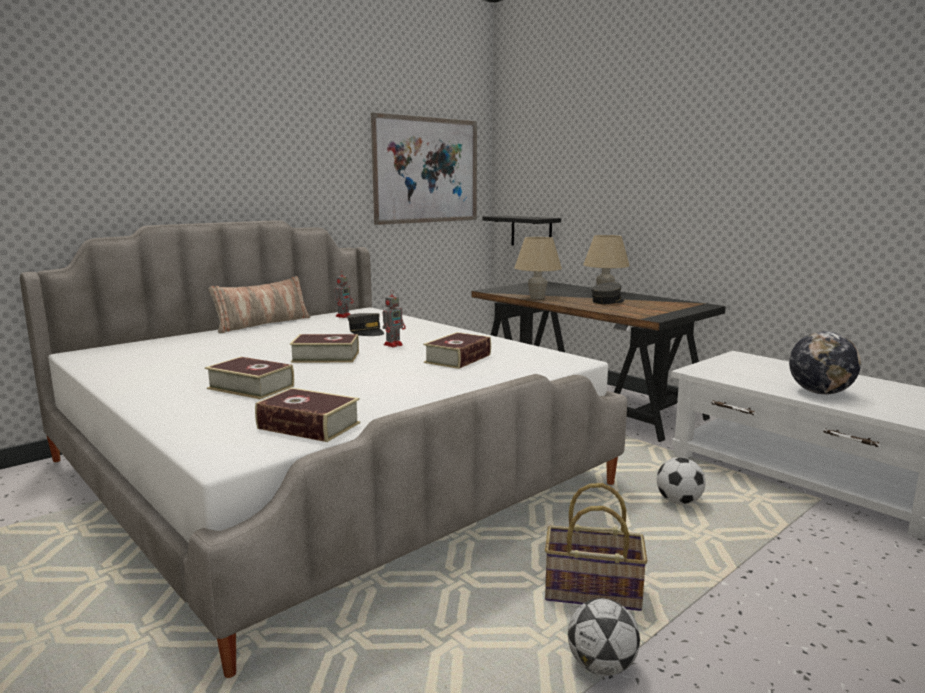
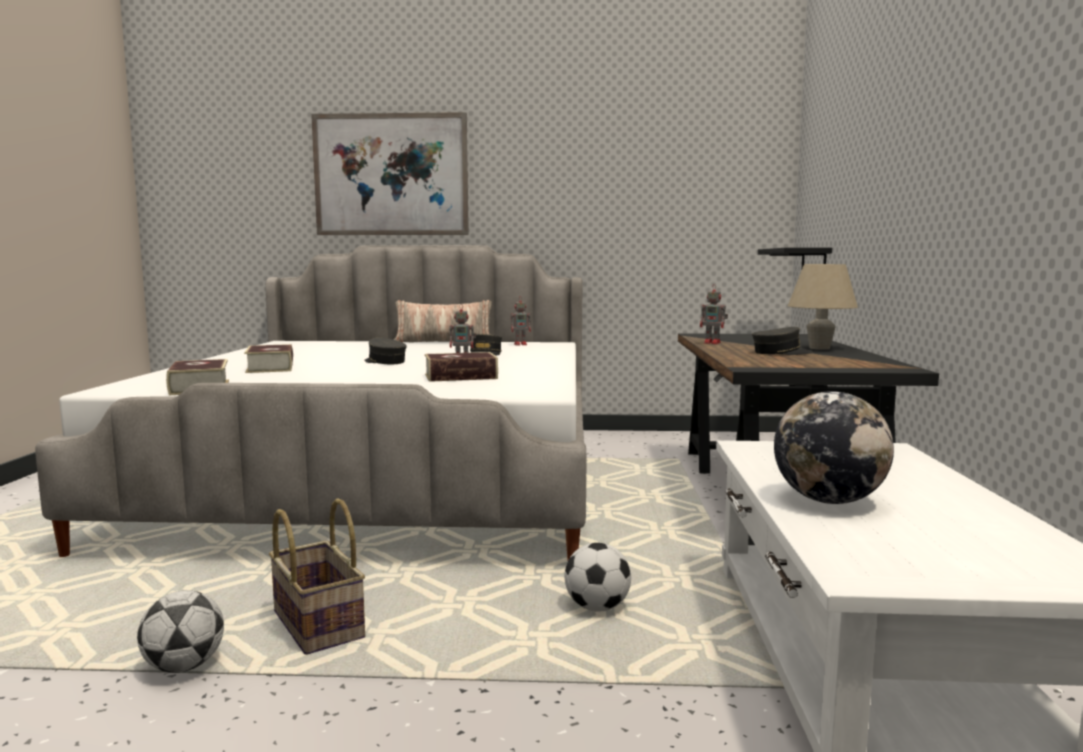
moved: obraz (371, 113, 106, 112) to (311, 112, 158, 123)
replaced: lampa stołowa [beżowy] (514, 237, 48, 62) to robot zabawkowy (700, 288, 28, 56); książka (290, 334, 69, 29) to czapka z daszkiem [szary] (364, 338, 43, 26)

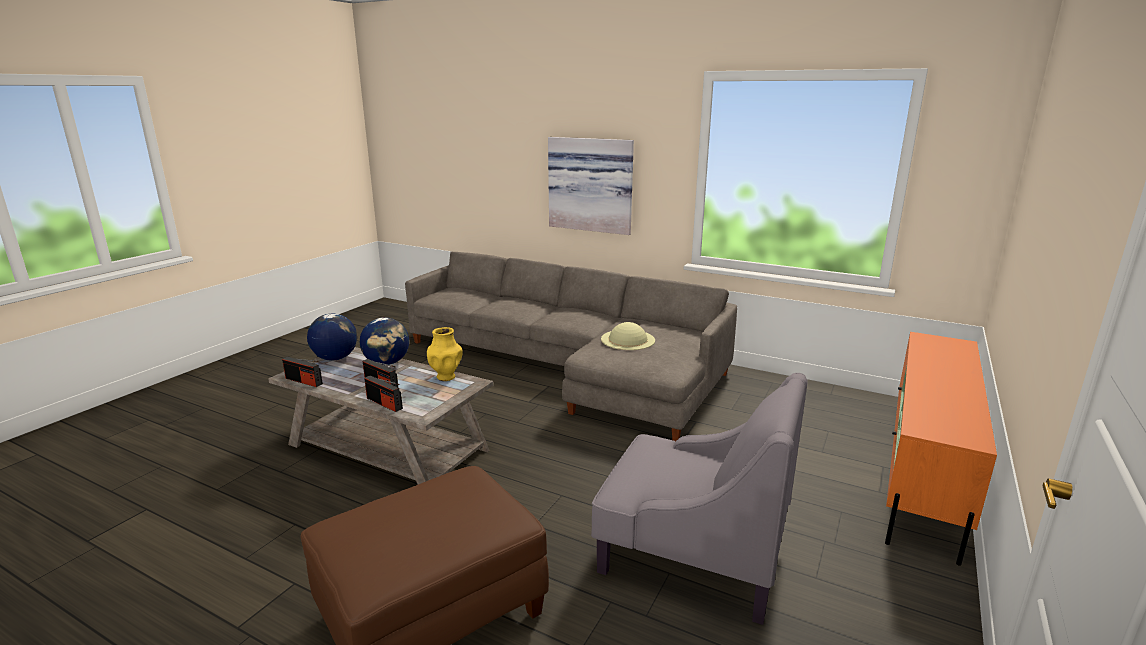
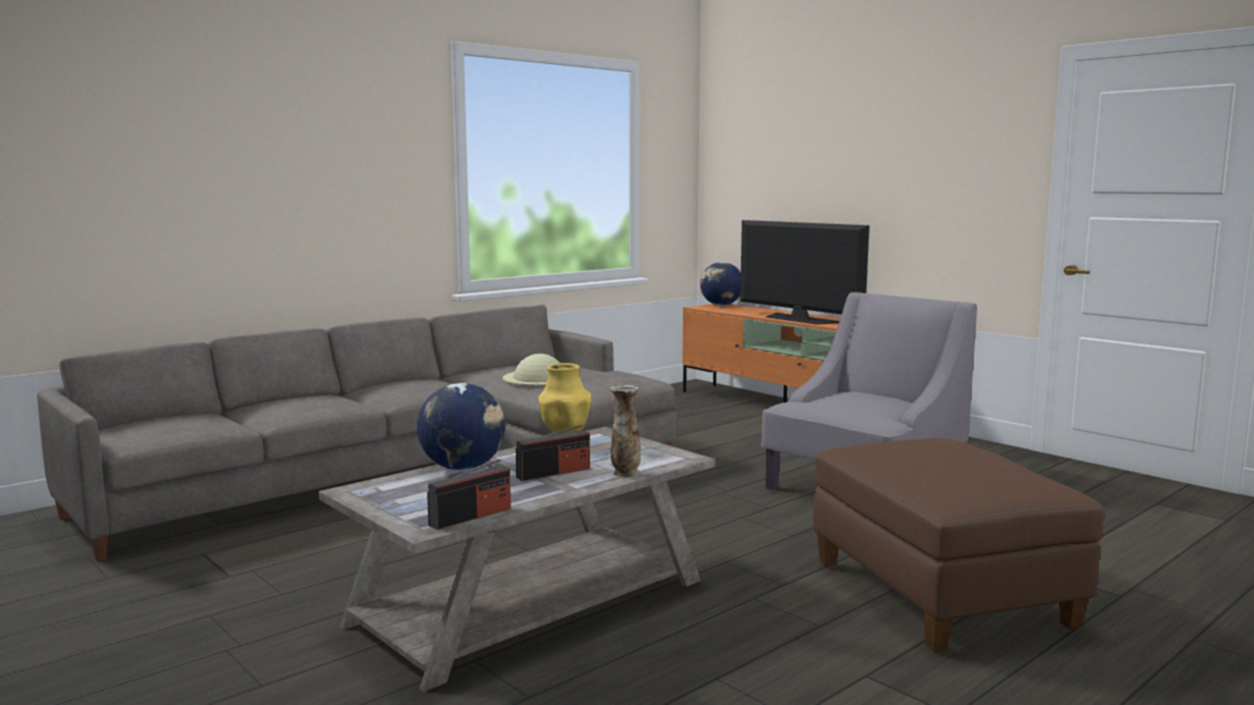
removed: obraz (548, 137, 86, 98)
added: telewizor (740, 220, 129, 105)
moved: globus (307, 314, 50, 47) to (700, 262, 41, 44)
replaced: radio (364, 375, 39, 37) to wazon (610, 385, 31, 92)

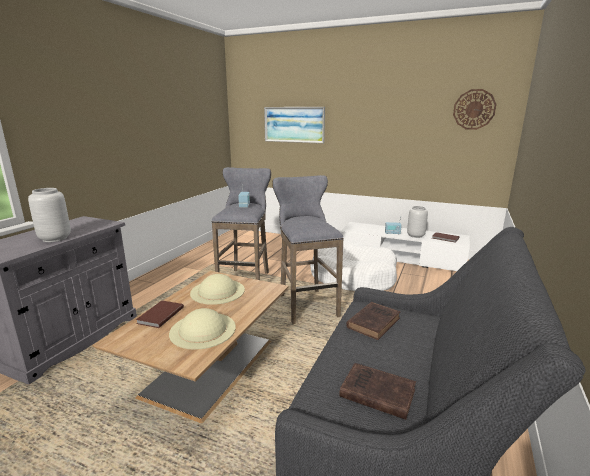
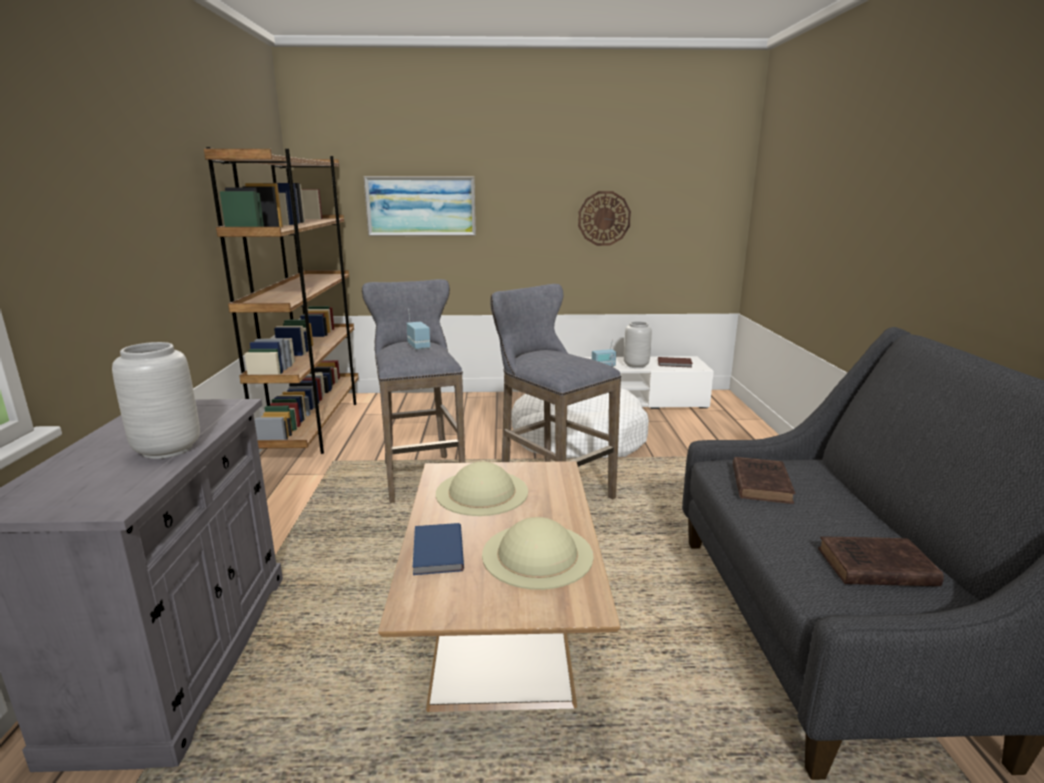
added: regał [brązowy] (204, 147, 155, 307)
moved: zegar ścienny (453, 89, 44, 41) to (578, 191, 53, 55)
recoloured: książka [brązowy] (136, 301, 48, 27) to książka [niebieski] (413, 523, 51, 52)

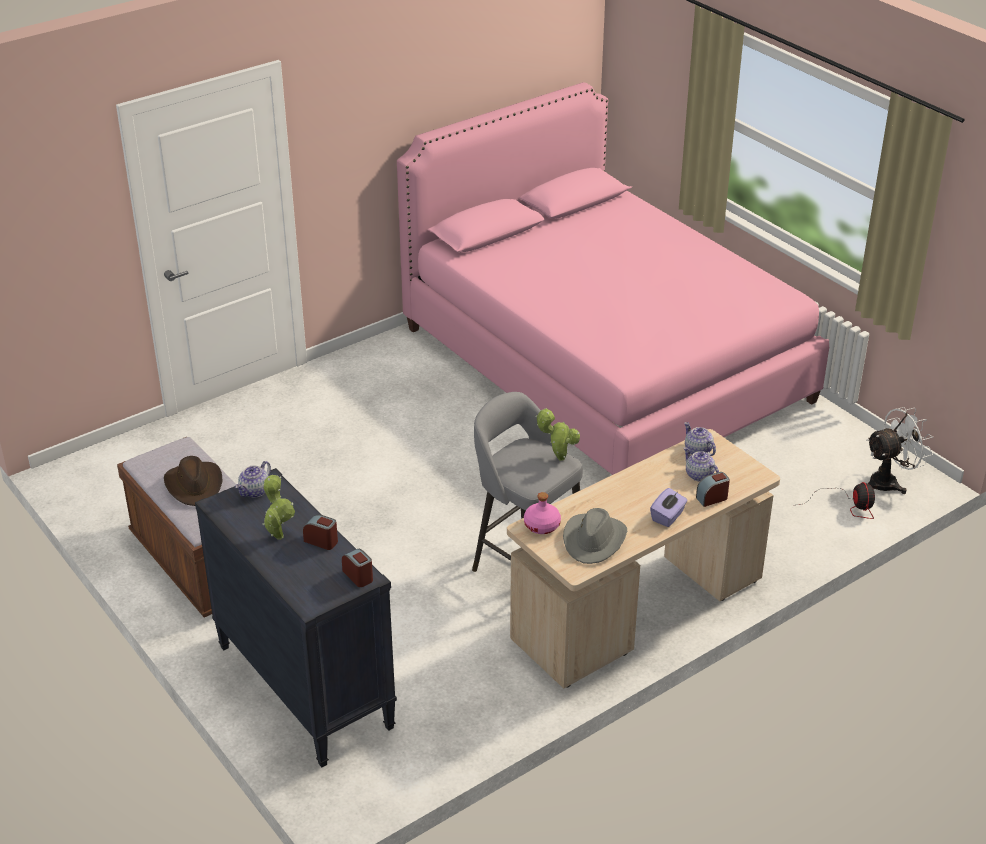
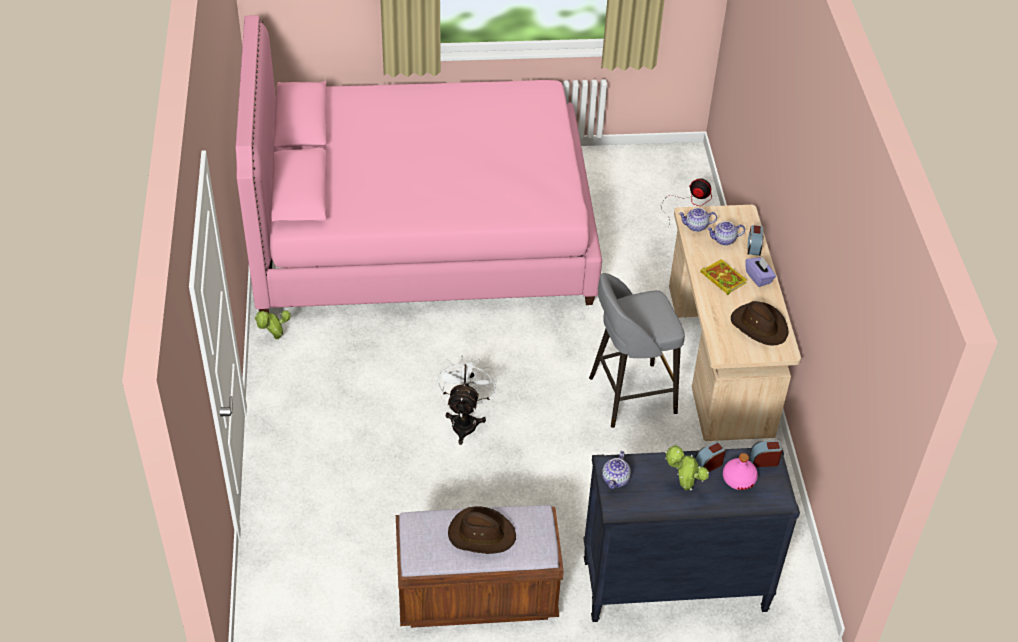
added: książka (700, 259, 47, 36)
moved: wentylator [biały] (866, 407, 67, 87) to (437, 356, 60, 89); roślina doniczkowa (536, 408, 44, 53) to (255, 311, 36, 28); butelka [różowy] (524, 492, 37, 42) to (723, 453, 35, 37)
recoloured: kapelusz [szary] (563, 508, 64, 56) to kapelusz [brązowy] (731, 301, 57, 45)
turned: imbryk (235, 461, 36, 37) = (602, 451, 29, 38) 45 degrees clockwise

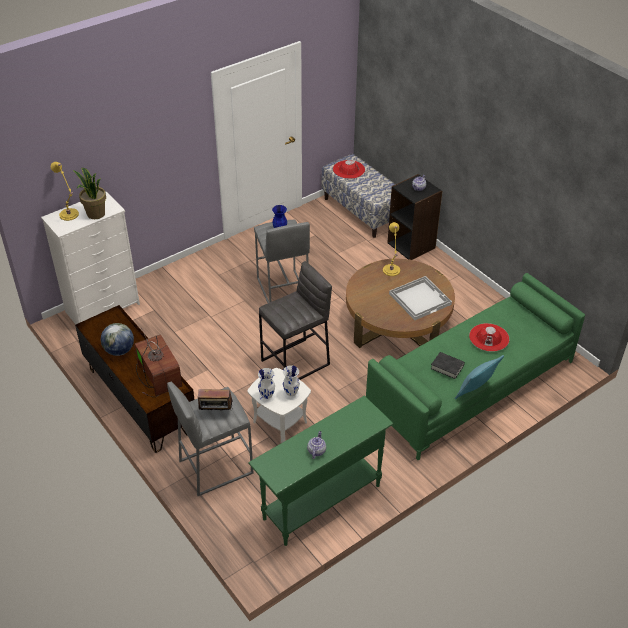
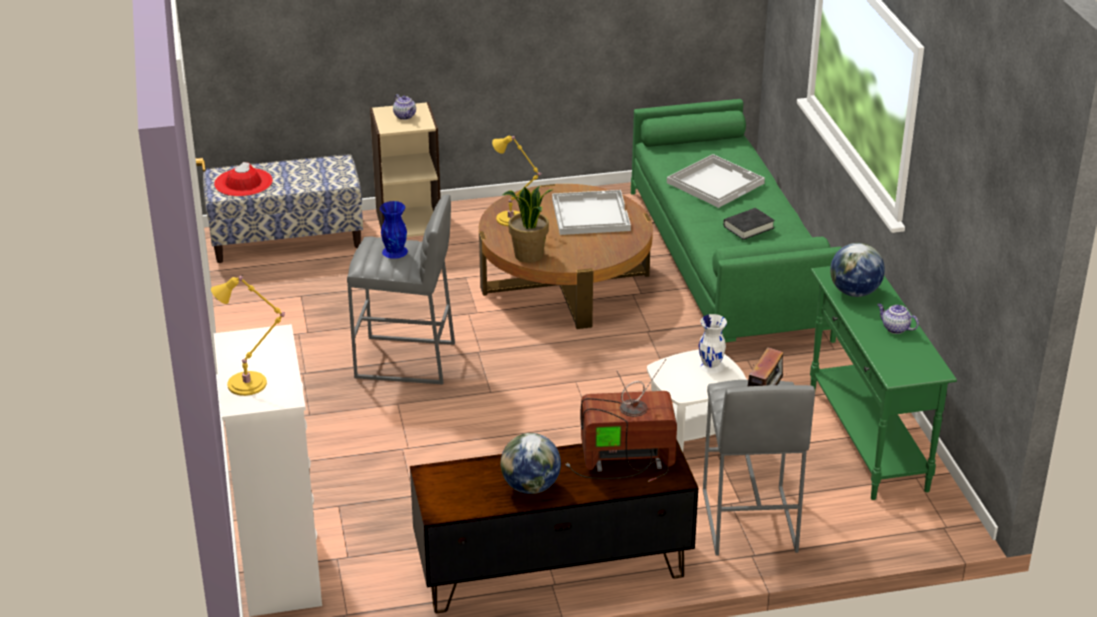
removed: stołek [szary] (259, 261, 73, 119); poduszka [turkusowy] (455, 355, 49, 44); wazon [biały] (258, 368, 17, 35)
added: globus (830, 243, 55, 54)
moved: roślina doniczkowa (73, 168, 33, 51) to (503, 186, 51, 77)
replaced: kapelusz [czerwony] (469, 323, 40, 29) to taca [biały] (667, 154, 98, 54)
recoloured: regał [czarny] (388, 174, 54, 86) to regał [beżowy] (370, 102, 71, 135)

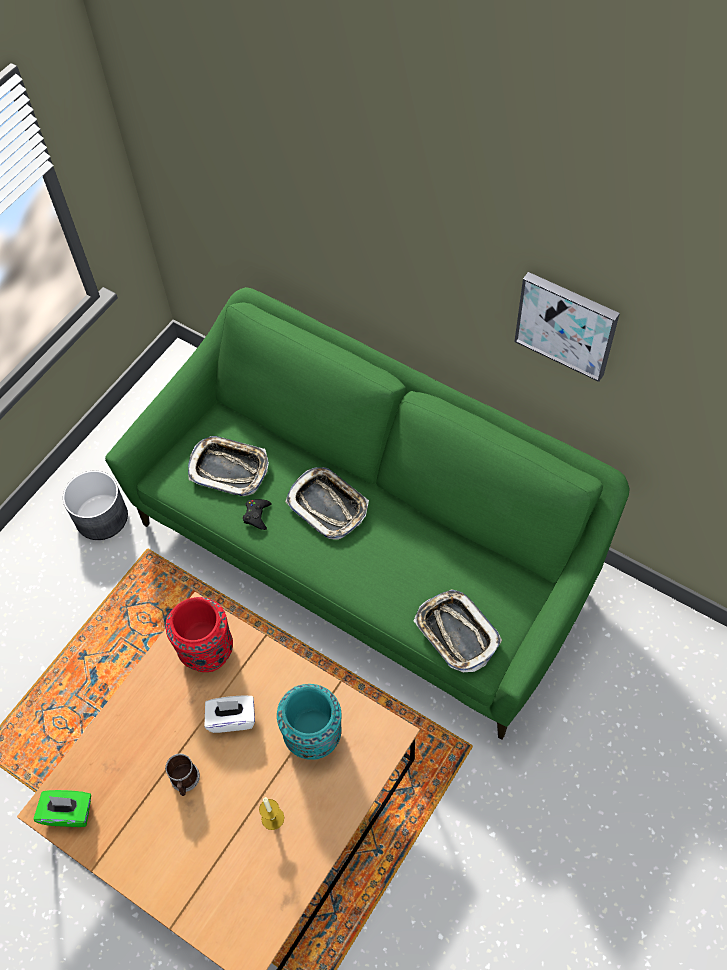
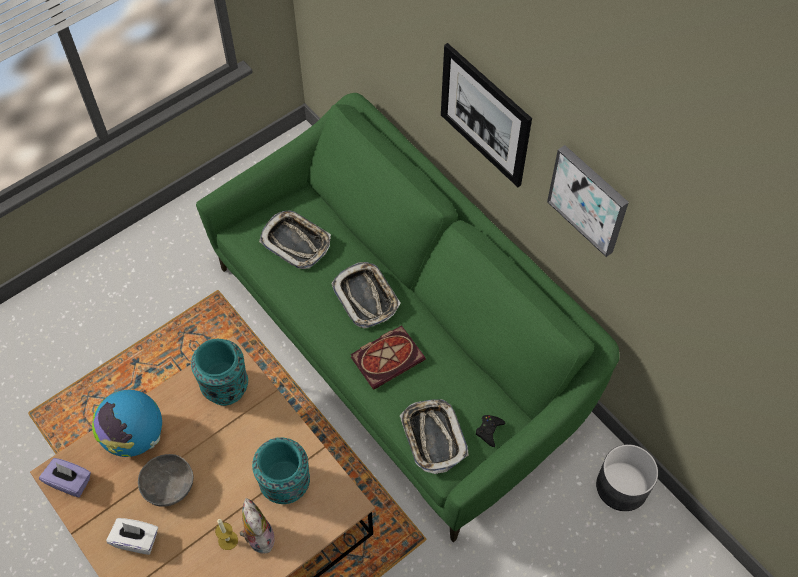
added: obraz (441, 43, 91, 144); książka (350, 325, 76, 65); globus (92, 390, 70, 67); pluszak (239, 498, 35, 55)
moved: donica [szary] (63, 471, 65, 69) to (596, 444, 62, 67); pad do gier [czarny] (243, 499, 28, 31) to (476, 415, 29, 32); pudełko chusteczek [biały] (205, 695, 50, 38) to (106, 518, 52, 37)
replaced: kubek (165, 754, 35, 42) to miska [szary] (138, 454, 55, 53)
recoloured: wazon [czerwony] (166, 597, 67, 75) to wazon [turkusowy] (191, 339, 57, 67); pudełko chusteczek [zielony] (33, 790, 58, 37) to pudełko chusteczek [fioletowy] (39, 458, 52, 40)

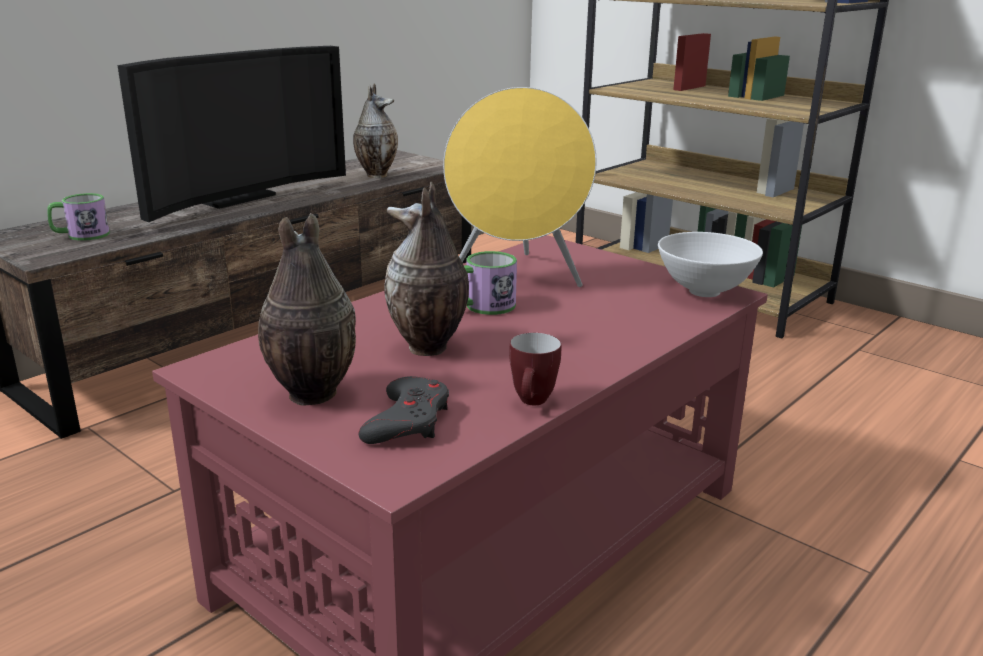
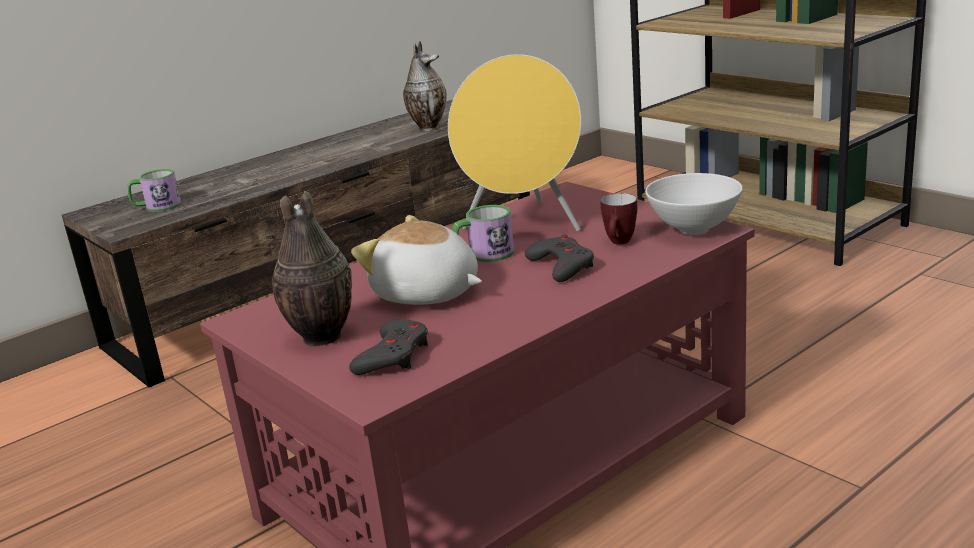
removed: telewizor (118, 46, 228, 176)
added: pad do gier [szary] (525, 235, 69, 47)
moved: kubek (509, 333, 52, 72) to (600, 193, 37, 51)
replaced: wazon (384, 181, 85, 175) to pluszak (351, 215, 131, 90)

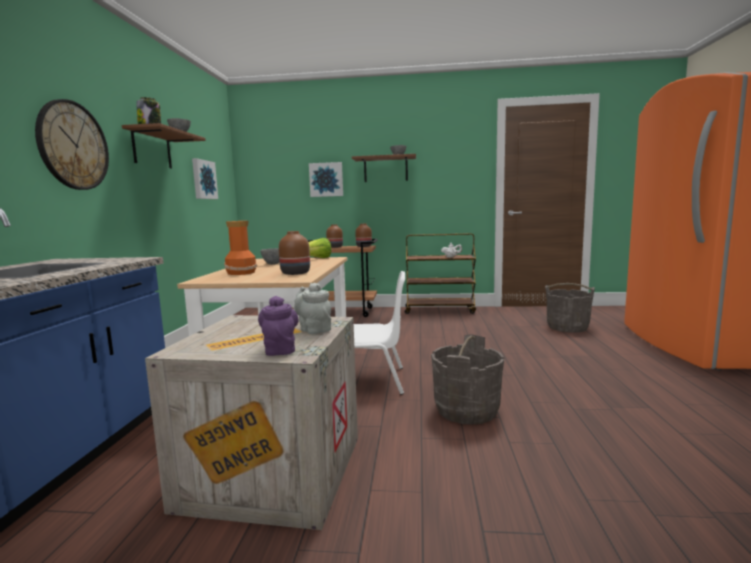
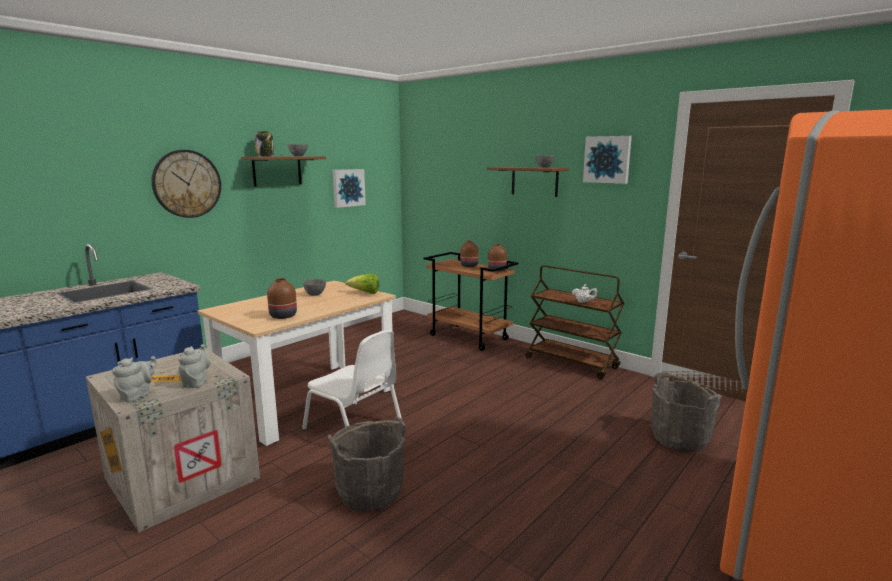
removed: wazon (224, 221, 33, 54)
moved: obraz (309, 162, 34, 35) to (583, 136, 49, 48)
recoloured: imbryk [fioletowy] (258, 296, 41, 60) to imbryk [szary] (112, 356, 45, 47)

